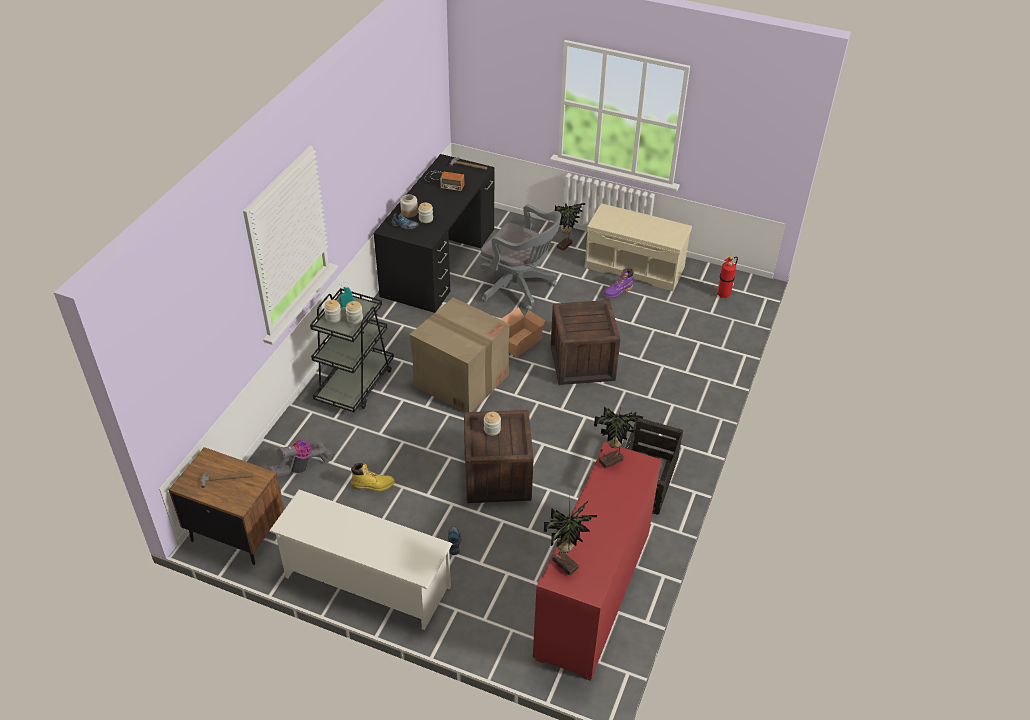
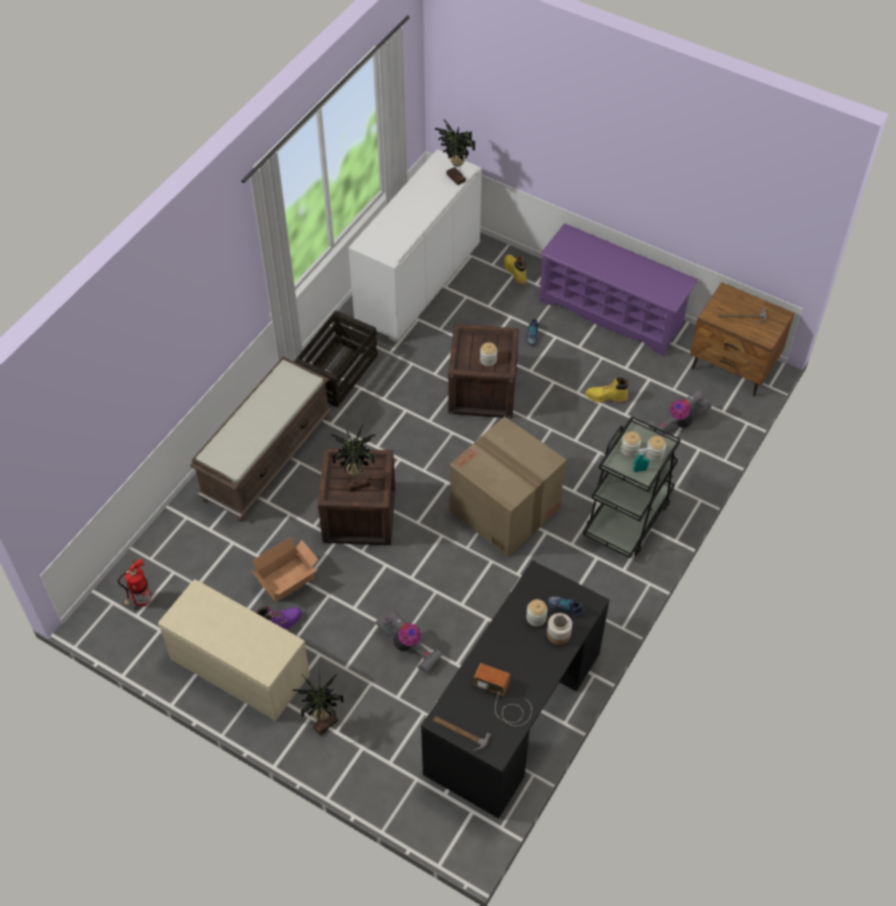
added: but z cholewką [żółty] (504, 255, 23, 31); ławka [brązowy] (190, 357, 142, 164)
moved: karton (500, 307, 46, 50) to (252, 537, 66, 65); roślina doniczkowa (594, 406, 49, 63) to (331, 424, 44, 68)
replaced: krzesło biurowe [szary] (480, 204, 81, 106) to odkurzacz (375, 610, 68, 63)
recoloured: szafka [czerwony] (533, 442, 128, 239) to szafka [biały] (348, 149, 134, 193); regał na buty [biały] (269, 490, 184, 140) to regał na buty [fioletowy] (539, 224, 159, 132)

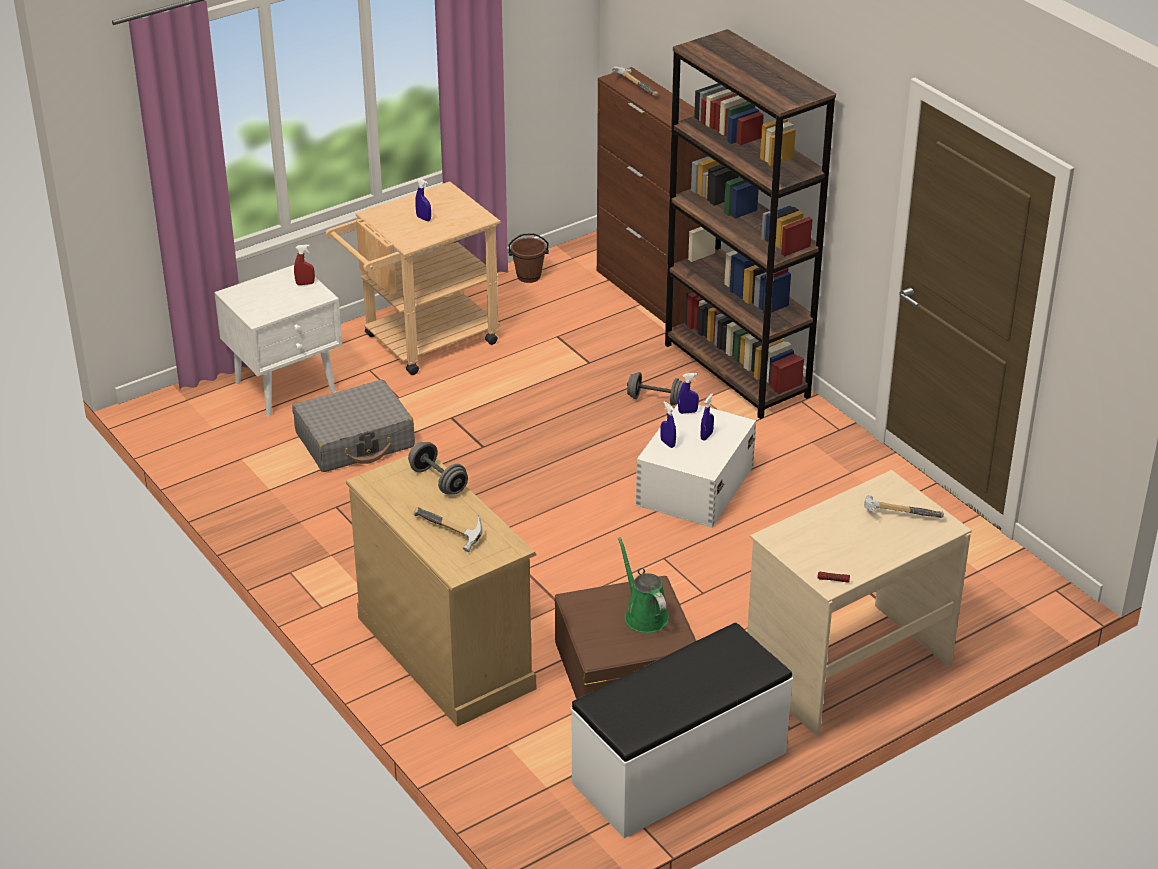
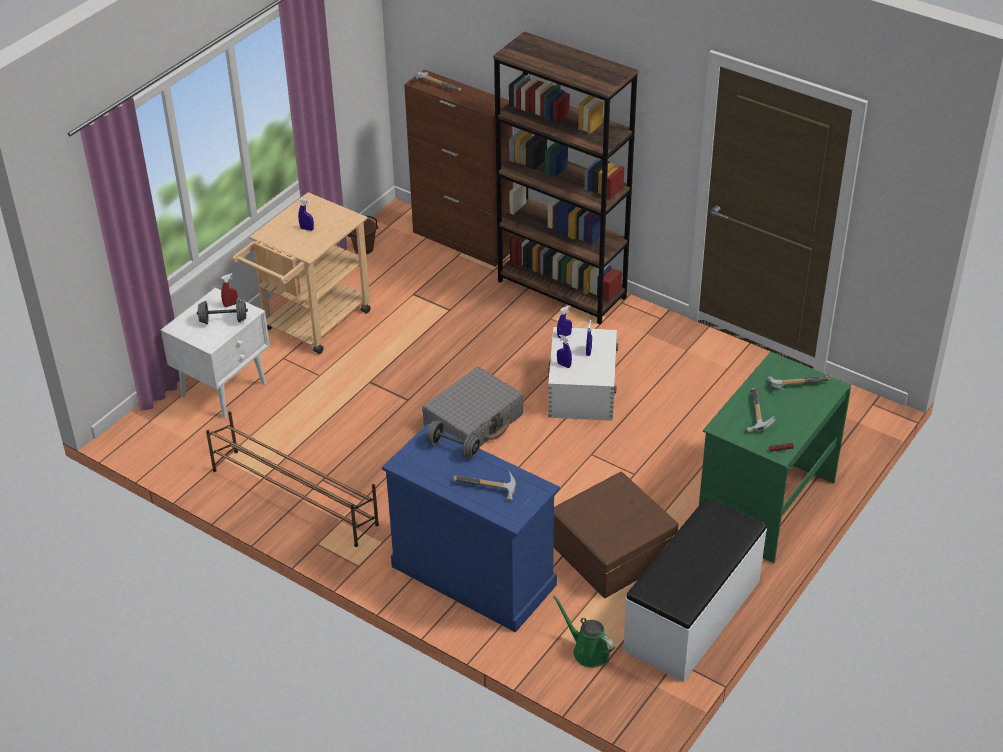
added: młotek (747, 387, 29, 46); regał na buty [brązowy] (206, 411, 173, 136)
moved: hantel [szary] (627, 372, 56, 34) to (197, 299, 51, 25); walizka [szary] (292, 380, 123, 92) to (422, 367, 101, 79); konewka [zielony] (618, 537, 51, 96) to (553, 595, 62, 73)
recoloured: komoda [beżowy] (346, 455, 191, 272) to komoda [niebieski] (382, 424, 178, 208); biurko [beżowy] (747, 470, 225, 267) to biurko [zielony] (699, 352, 152, 211)

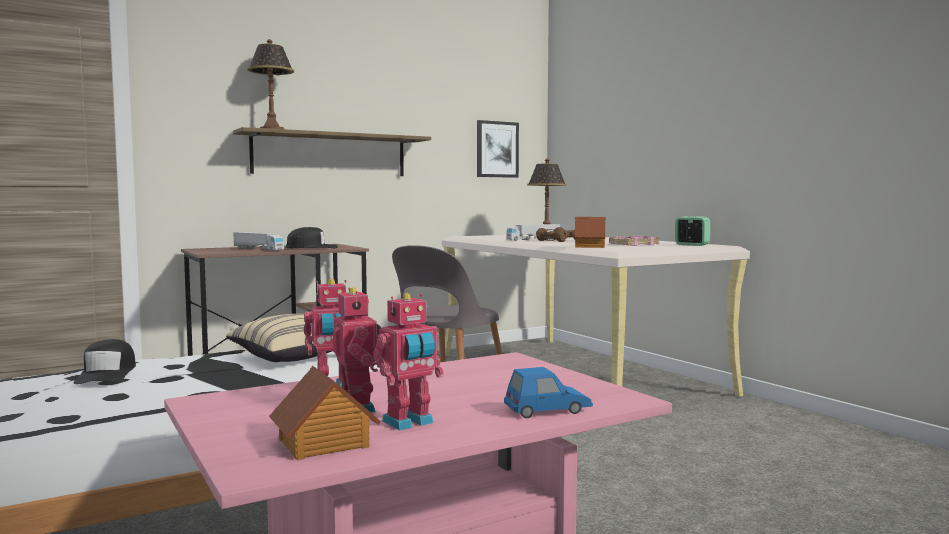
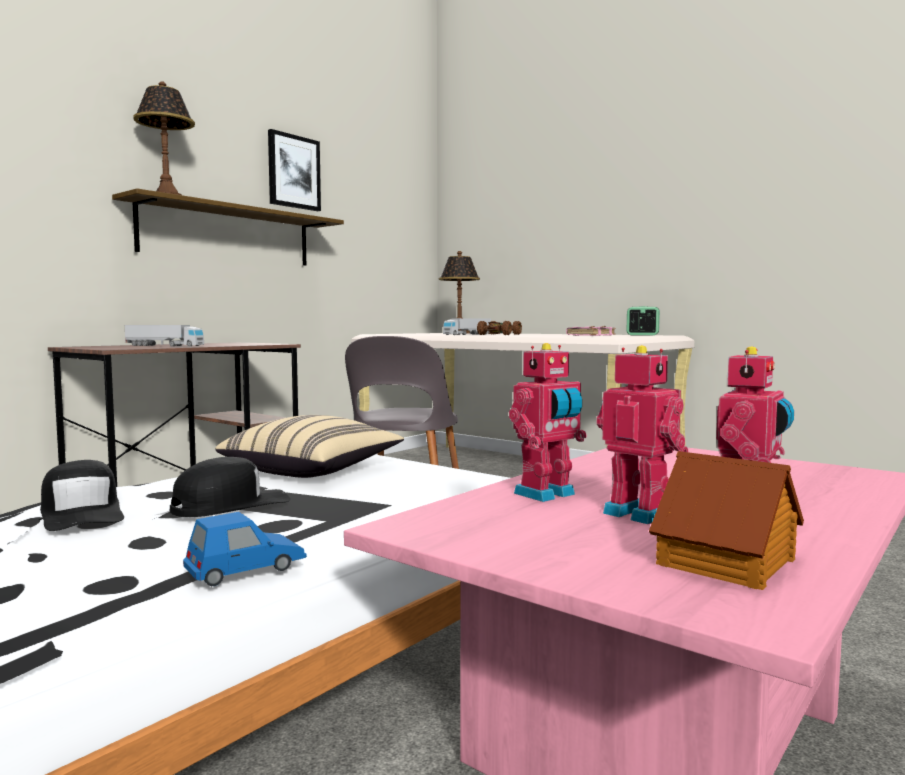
removed: domek (575, 217, 31, 31)
moved: obraz (477, 120, 42, 58) to (268, 129, 53, 82); czapka z daszkiem [czarny] (286, 227, 52, 21) to (170, 457, 120, 60); samochodzik [niebieski] (504, 367, 89, 51) to (183, 512, 124, 74)

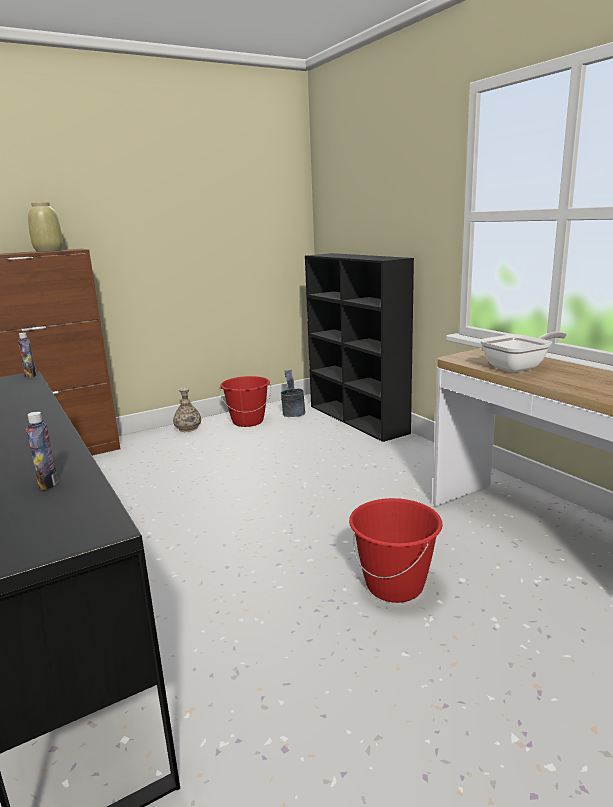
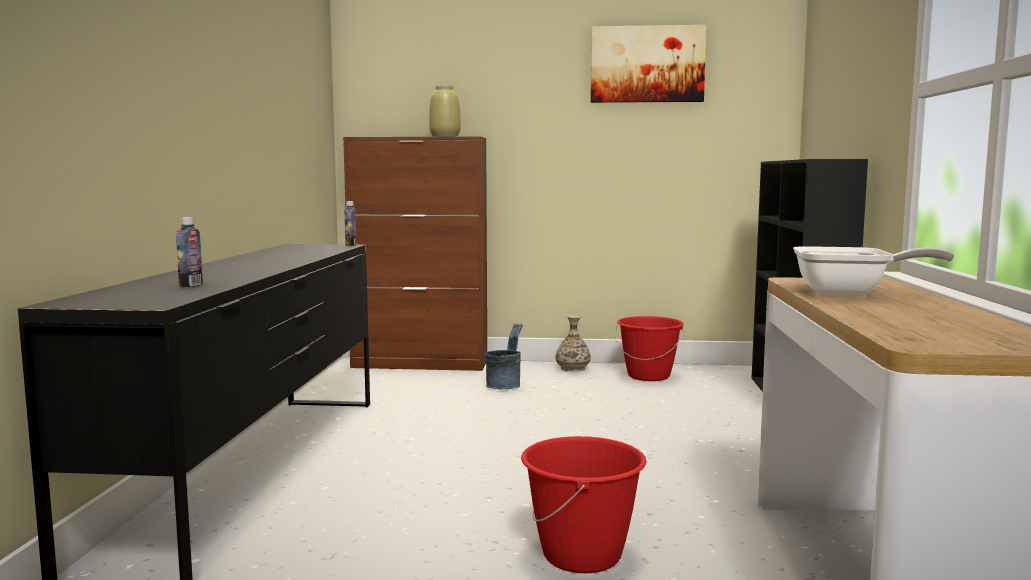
added: obraz (591, 25, 115, 78)
moved: wiadro [szary] (281, 370, 25, 47) to (486, 323, 37, 66)

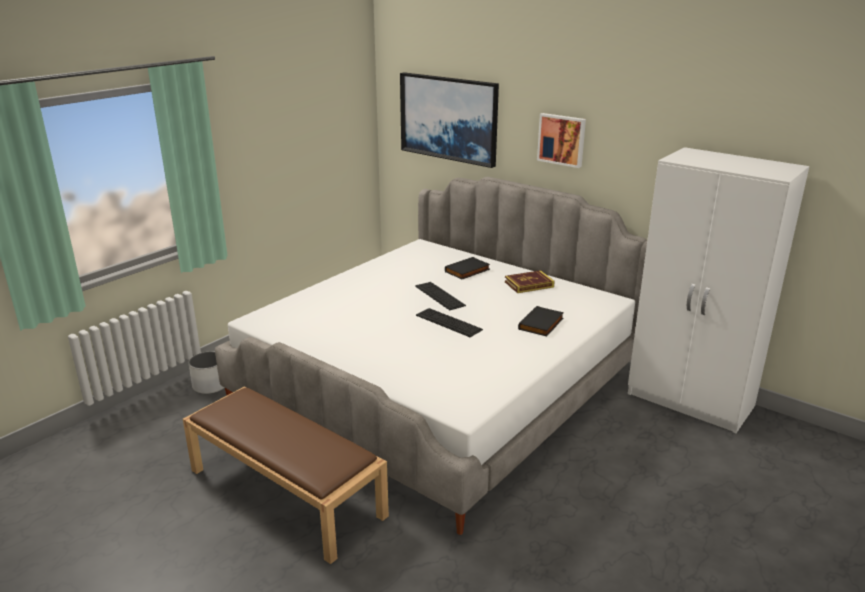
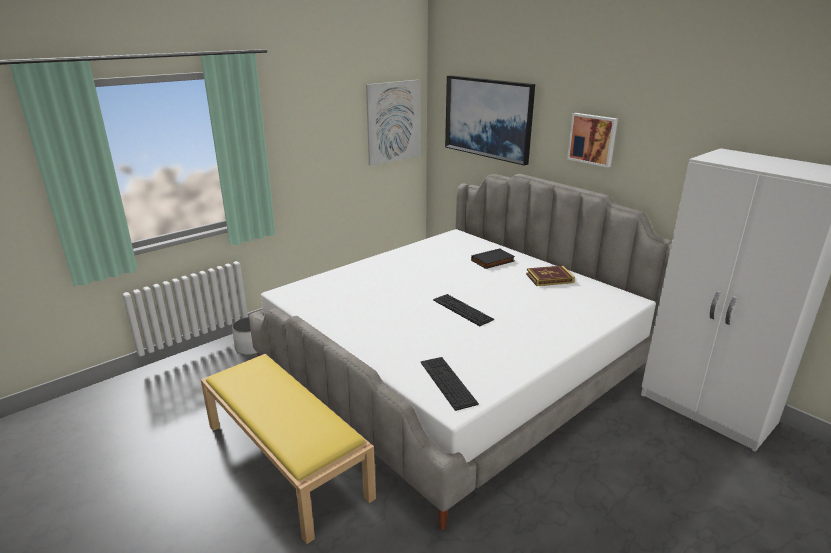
removed: książka [czarny] (518, 306, 46, 30)
added: obraz (366, 80, 54, 86)
moved: klawiatura (415, 282, 51, 28) to (421, 357, 58, 54)
recoloured: ławka [brązowy] (183, 386, 206, 178) to ławka [żółty] (201, 354, 175, 190)

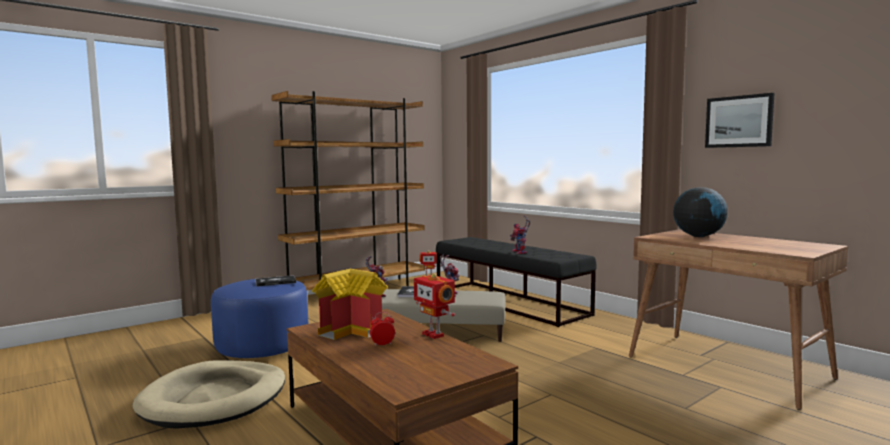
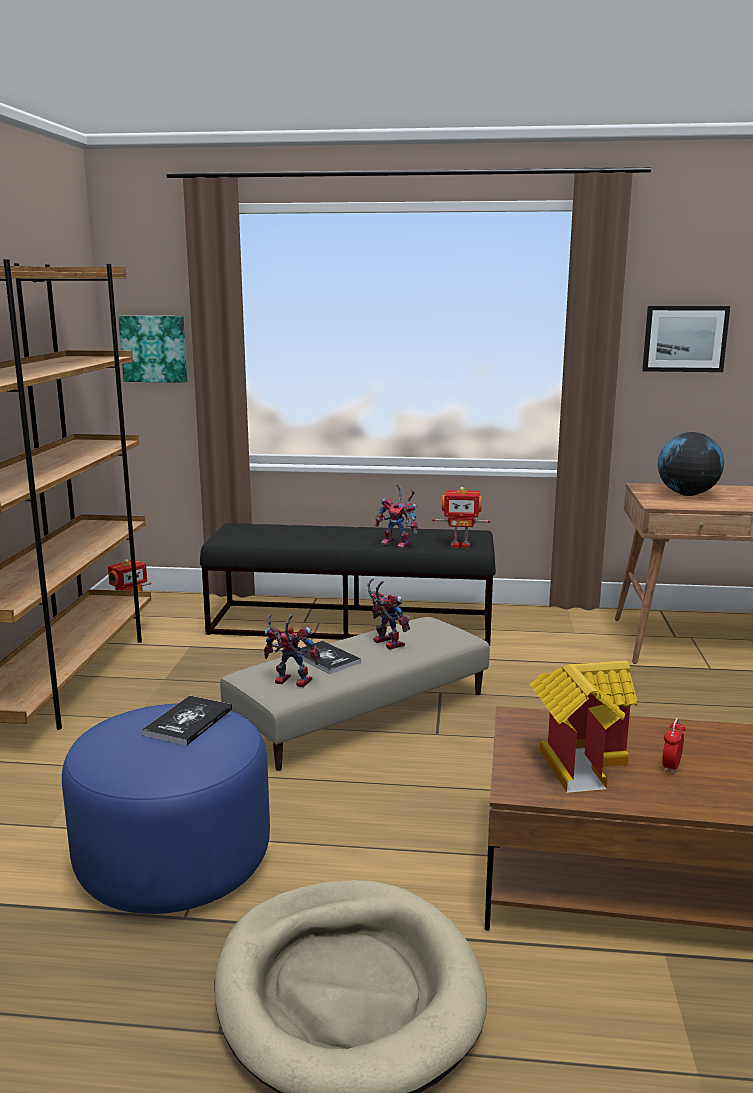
added: obraz (118, 316, 69, 67)
moved: robot zabawkowy (414, 273, 41, 66) to (432, 487, 59, 61)

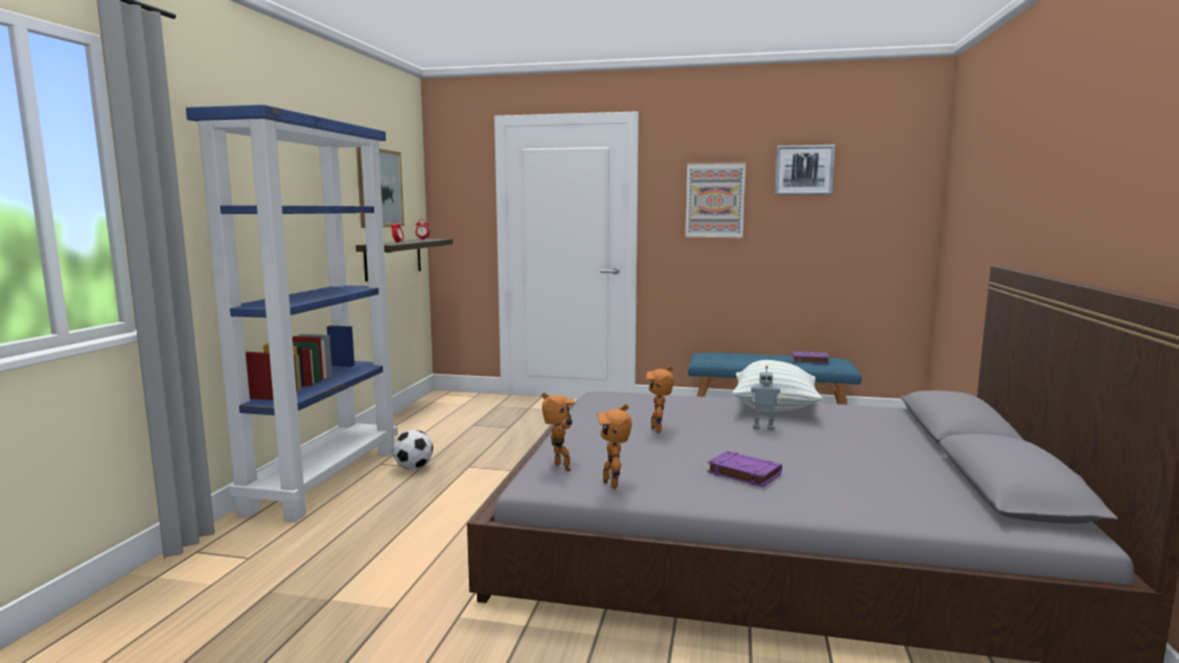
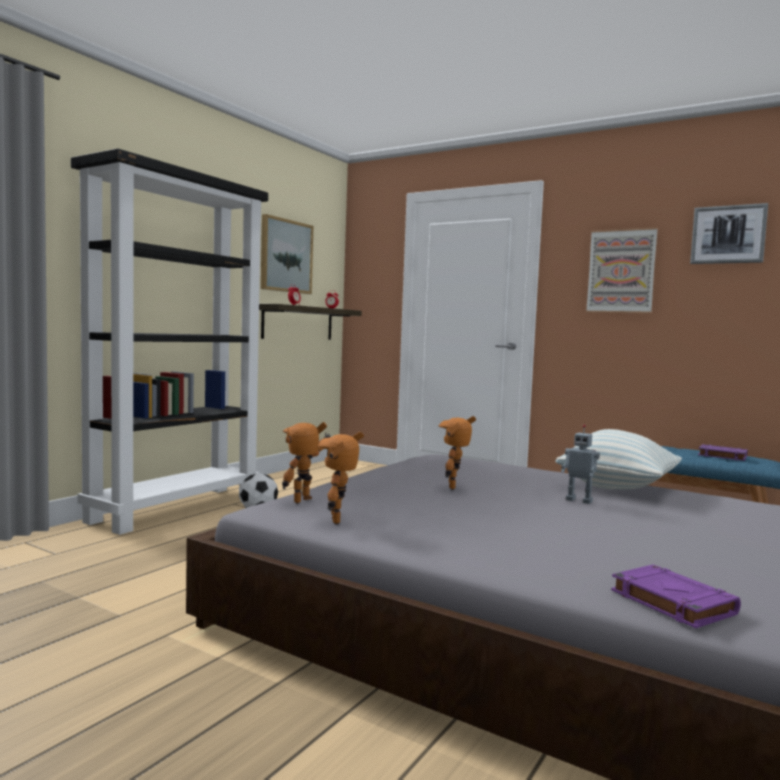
moved: książka [fioletowy] (707, 451, 75, 36) to (611, 565, 130, 63)
recoloured: regał [niebieski] (186, 105, 212, 417) to regał [czarny] (71, 148, 197, 387)
turned: robot zabawkowy (541, 392, 34, 79) = (282, 422, 48, 82) 135 degrees counterclockwise

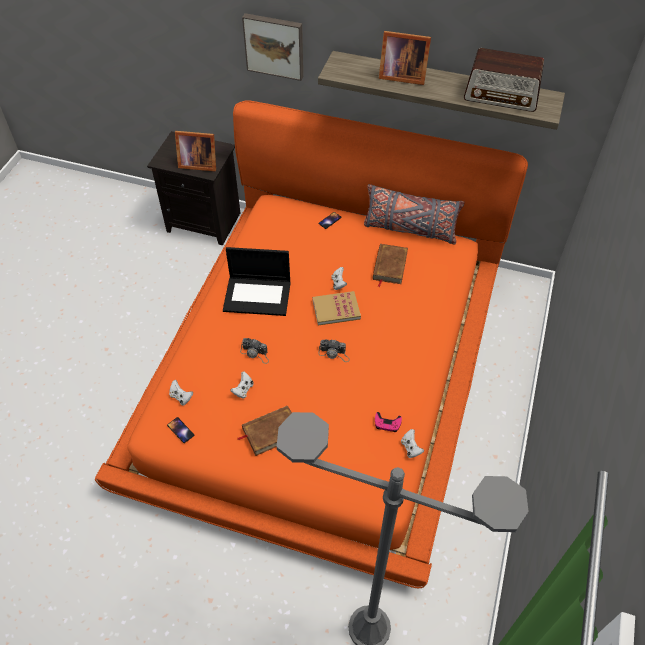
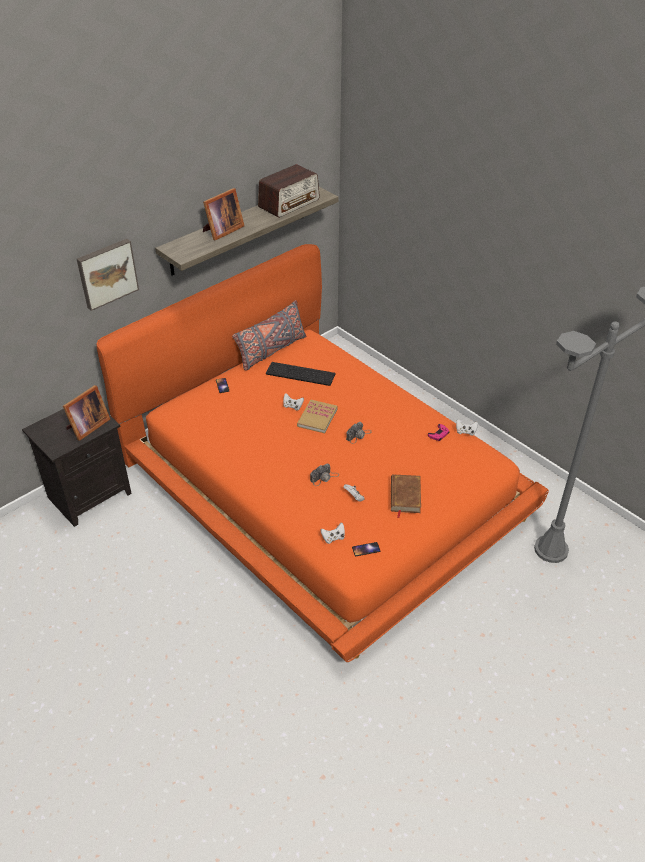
removed: laptop (223, 247, 68, 69)
replaced: książka [brązowy] (373, 244, 35, 43) to klawiatura (266, 362, 70, 24)

